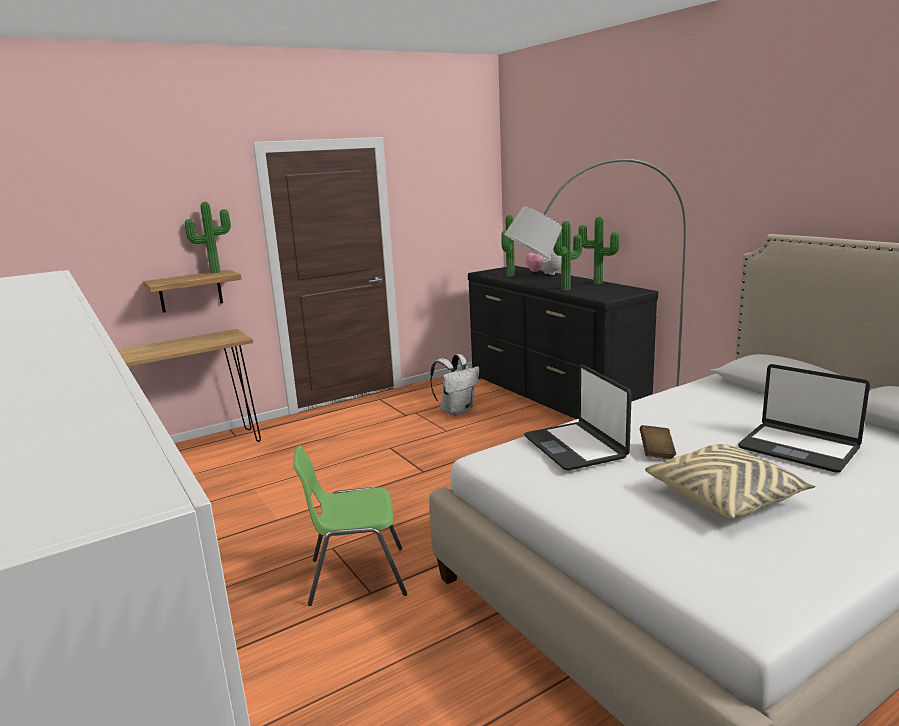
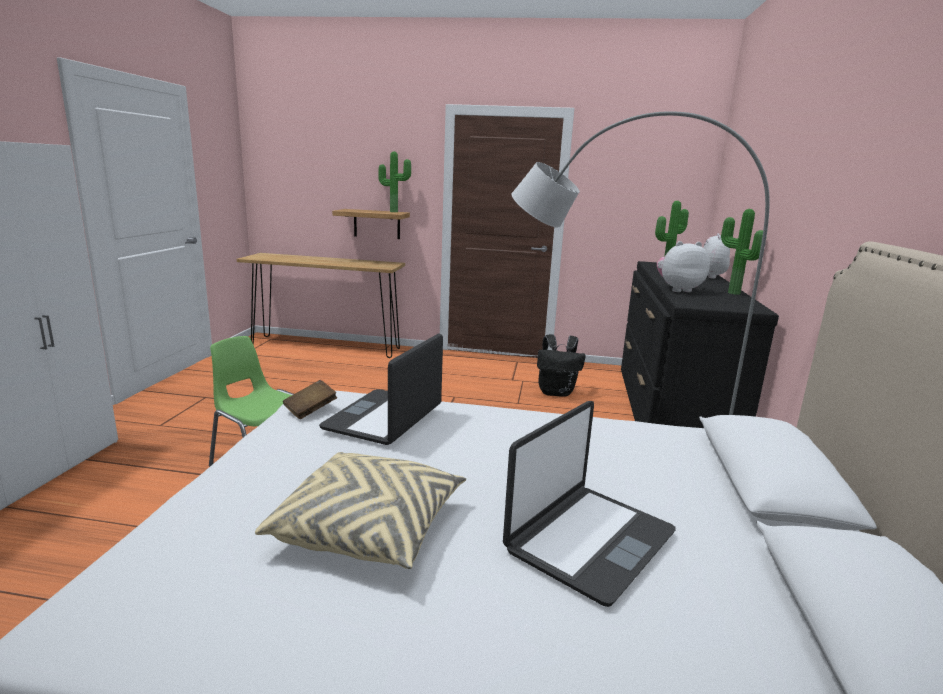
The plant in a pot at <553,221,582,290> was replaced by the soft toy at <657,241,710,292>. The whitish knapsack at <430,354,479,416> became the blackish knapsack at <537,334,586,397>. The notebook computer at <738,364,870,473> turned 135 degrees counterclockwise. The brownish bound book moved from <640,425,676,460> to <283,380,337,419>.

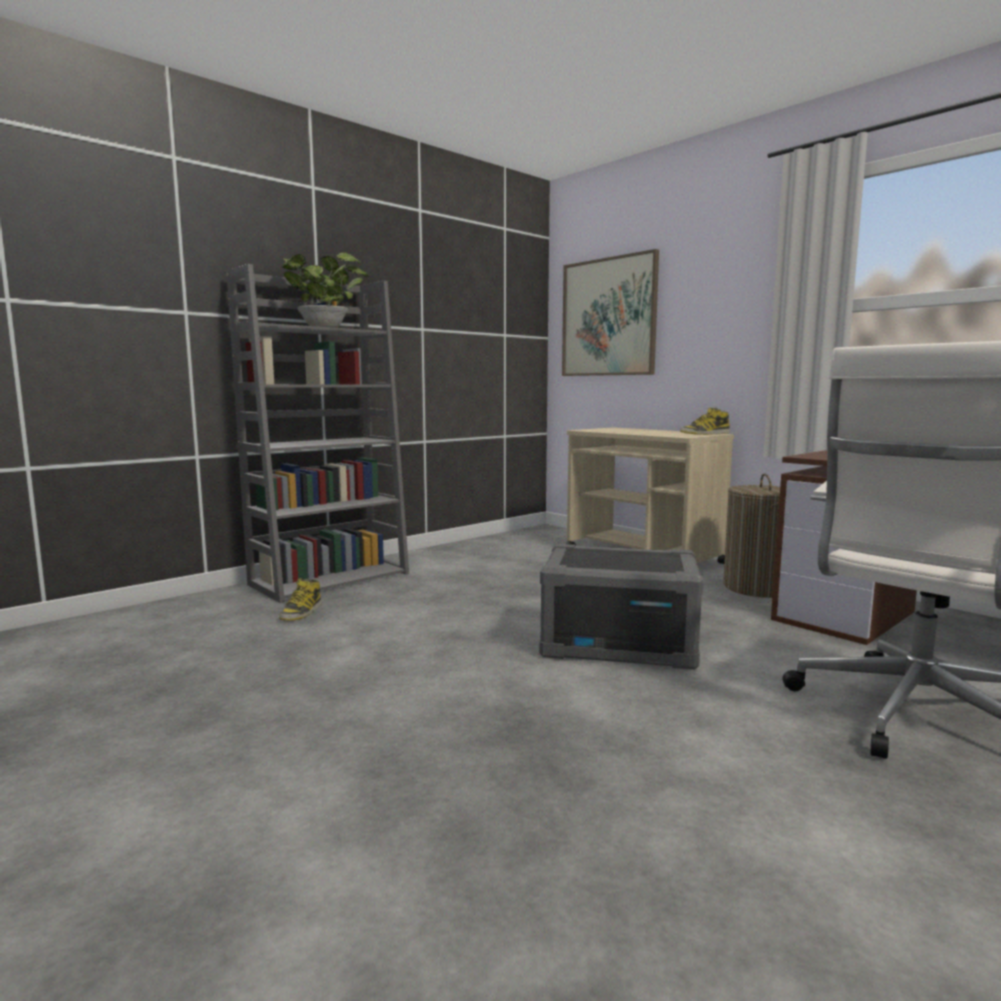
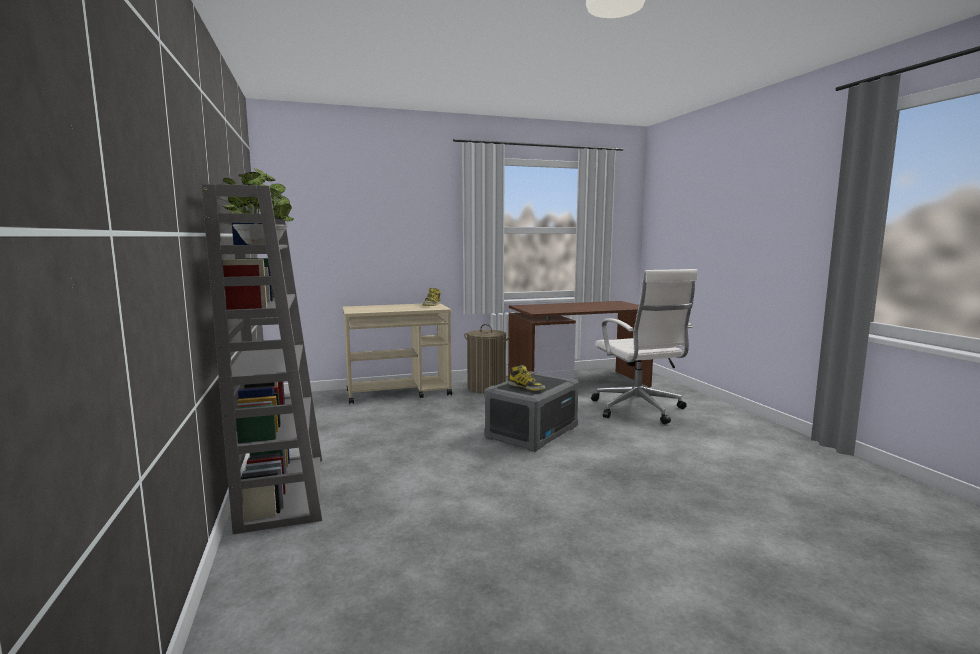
The wall art at <562,249,659,376> disappeared. The boot moved from <279,578,322,621> to <509,365,545,391>.

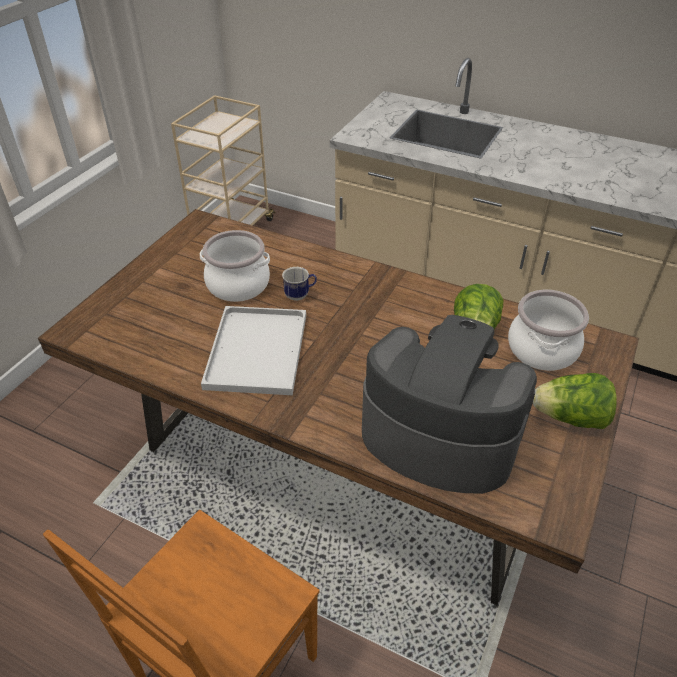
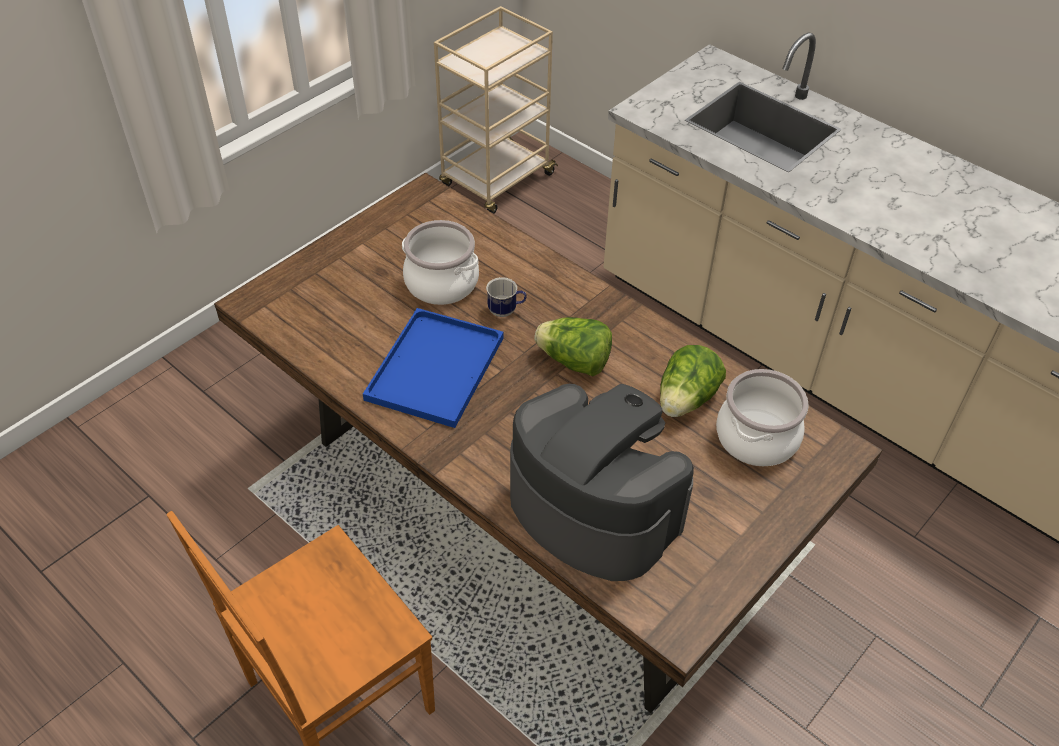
The whitish serving tray at <201,306,306,395> became the blue-coloured serving tray at <363,308,504,428>. The lettuce head moved from <533,373,616,429> to <534,317,612,377>.

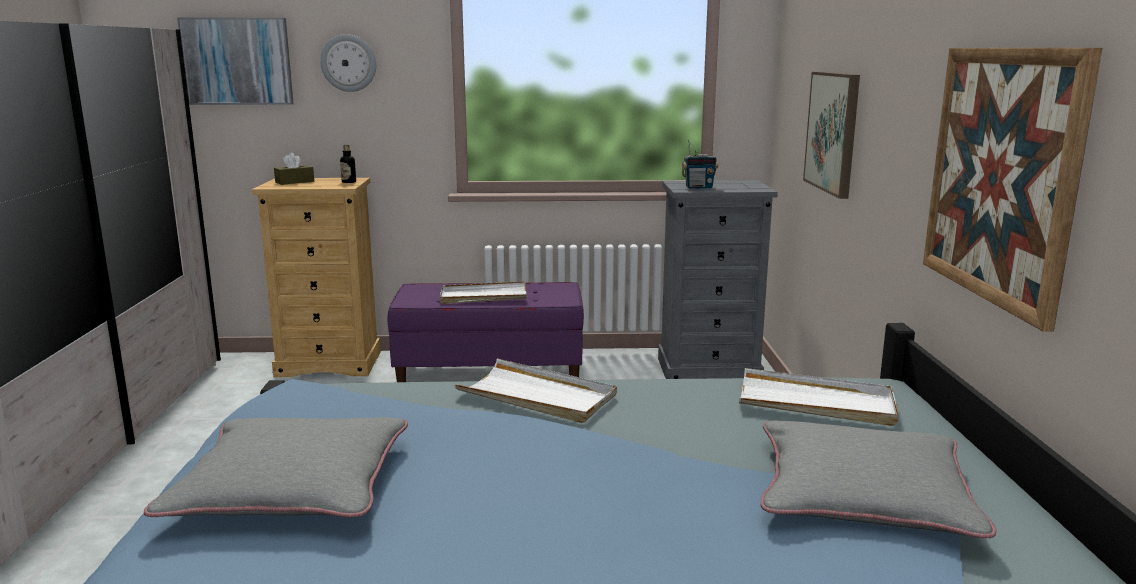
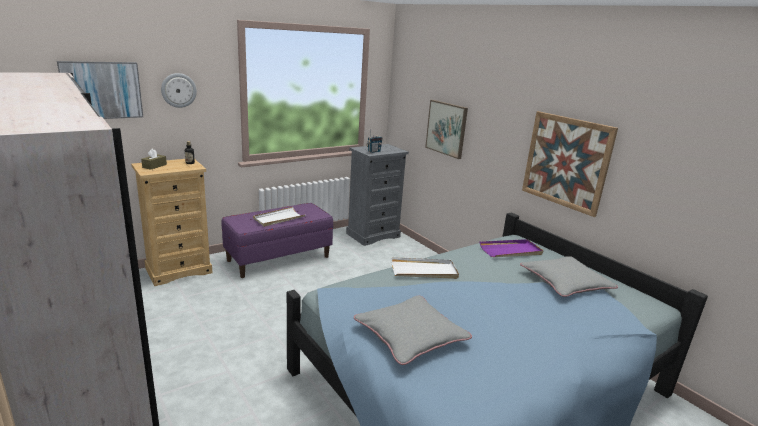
The whitish serving tray at <739,368,898,426> became the purplish serving tray at <480,239,544,257>.

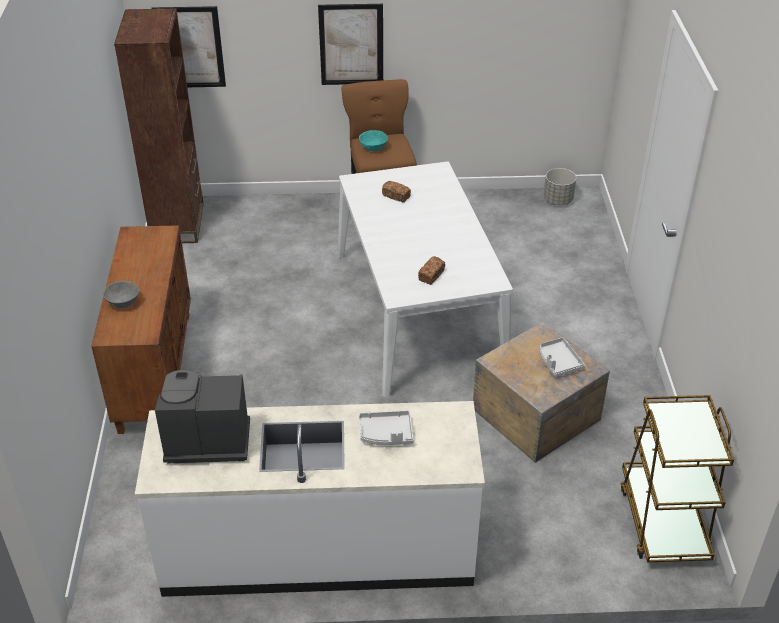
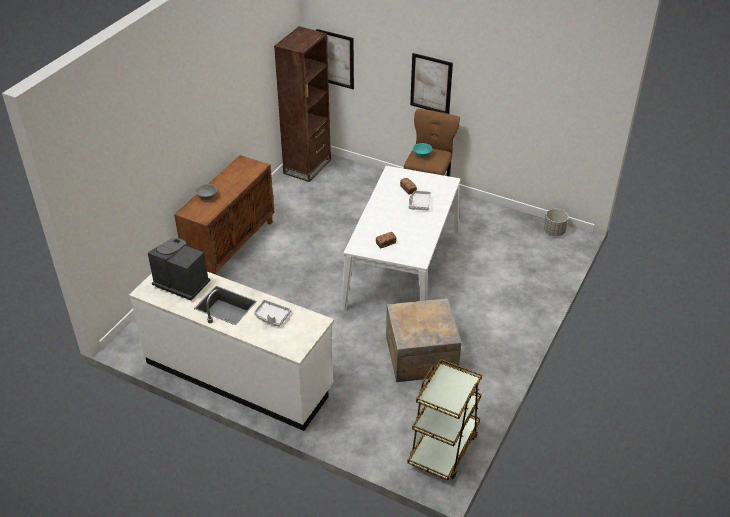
The greyish serving tray moved from <540,337,585,377> to <408,191,431,210>.

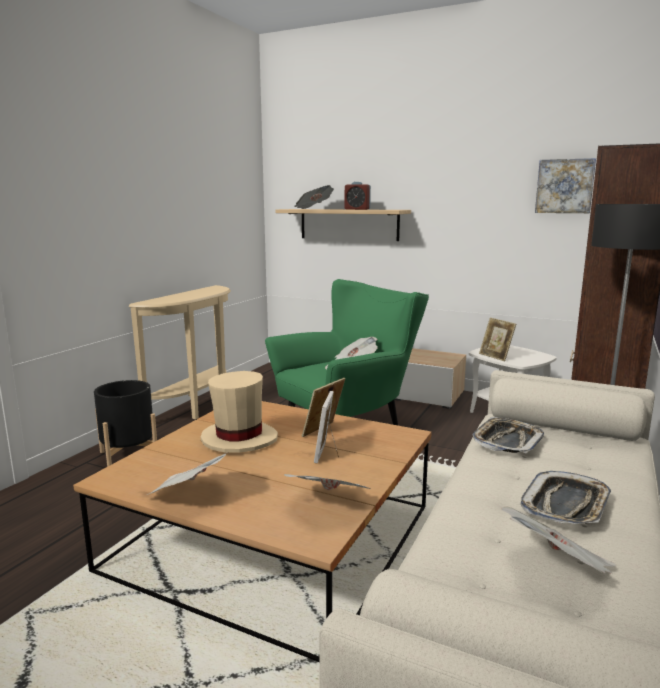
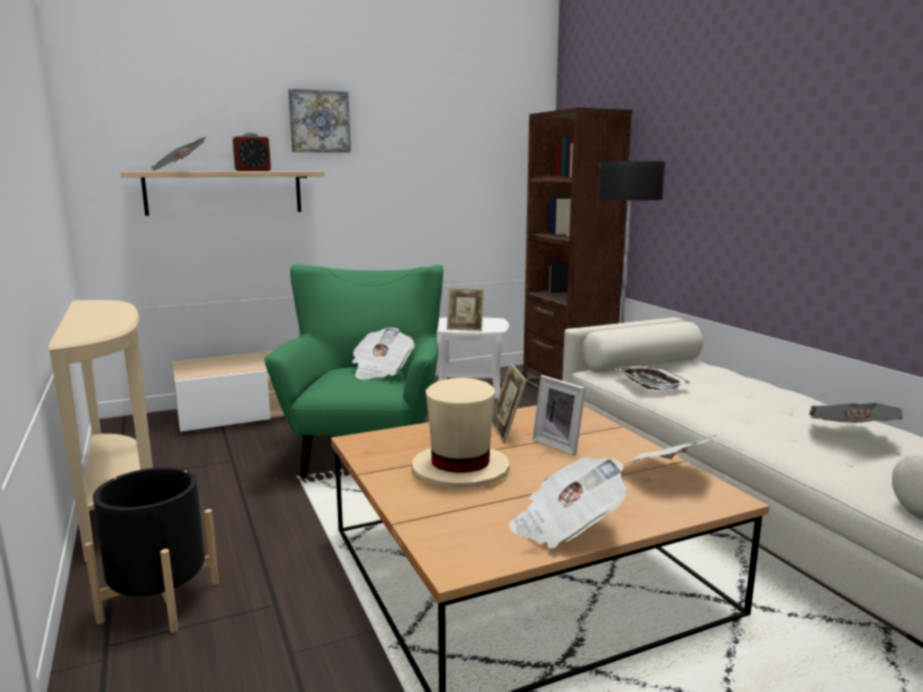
The wall art moved from <535,158,596,213> to <288,89,351,153>. The serving tray at <521,471,611,524> disappeared.

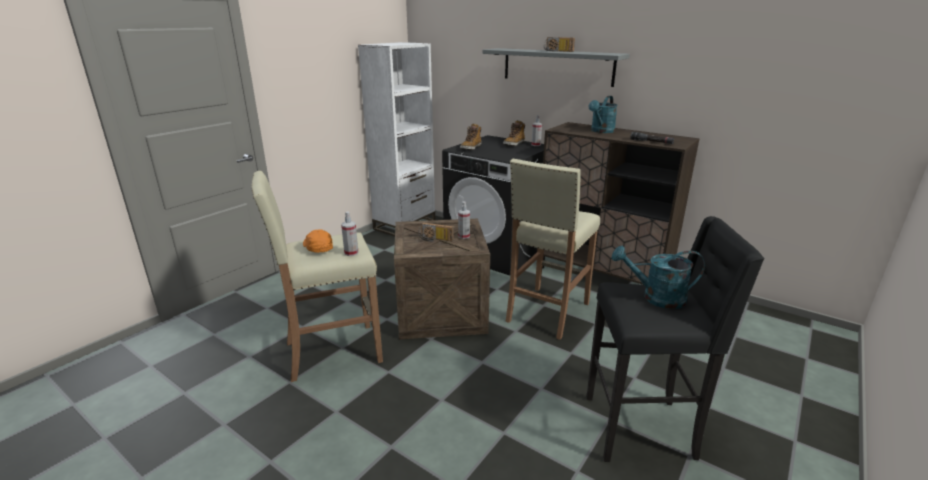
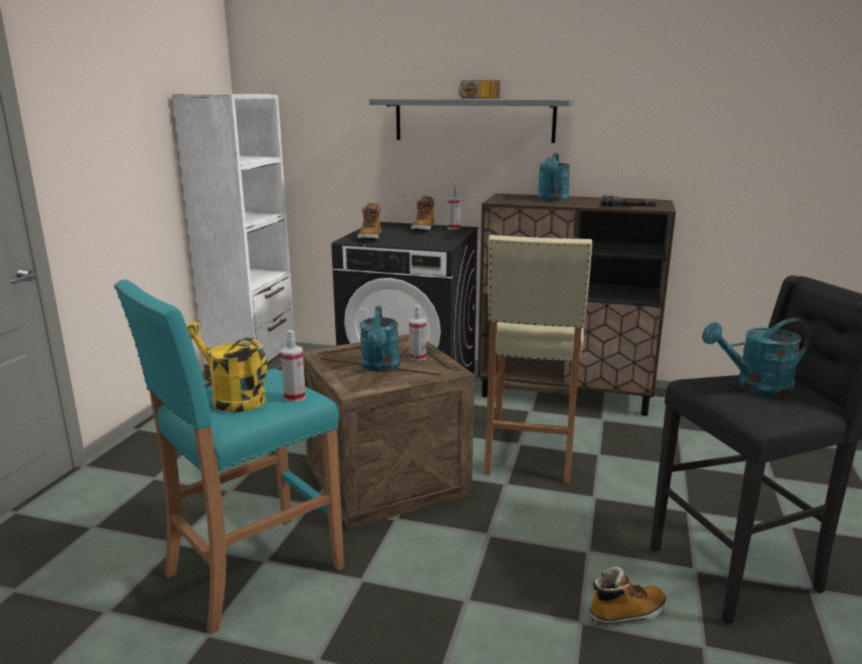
The beige stool seat at <252,171,383,382> became the turquoise-coloured stool seat at <114,279,344,634>. The radio receiver at <418,223,454,242> was replaced by the turquoise-coloured watering pot at <360,306,400,372>. The orange cap at <303,230,333,253> was replaced by the yellow watering pot at <186,322,267,412>. The boot at <589,566,666,626> appeared.

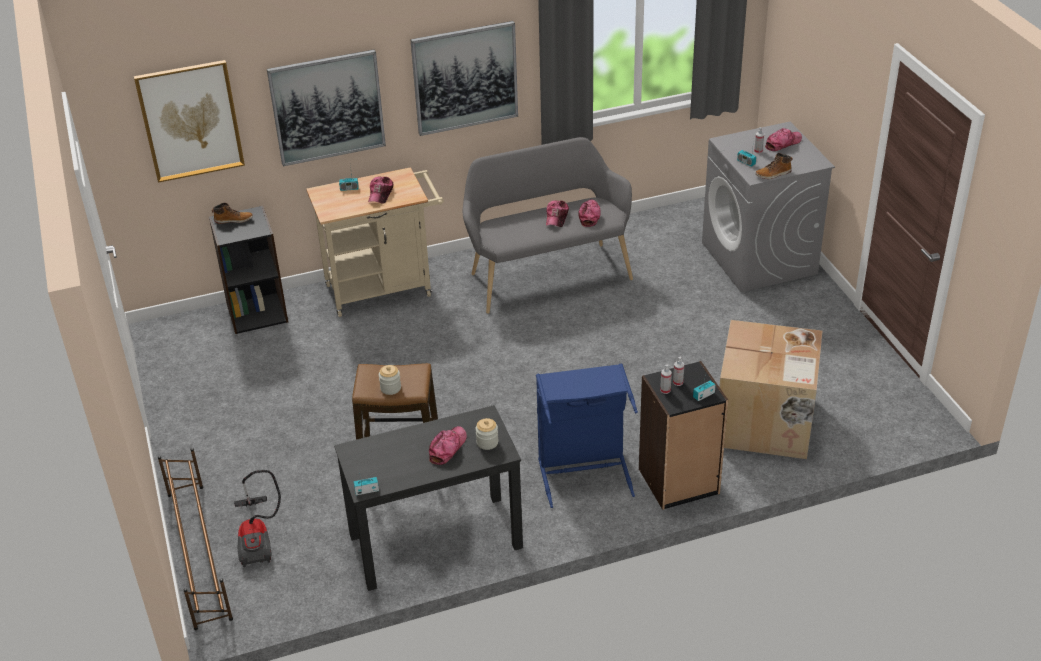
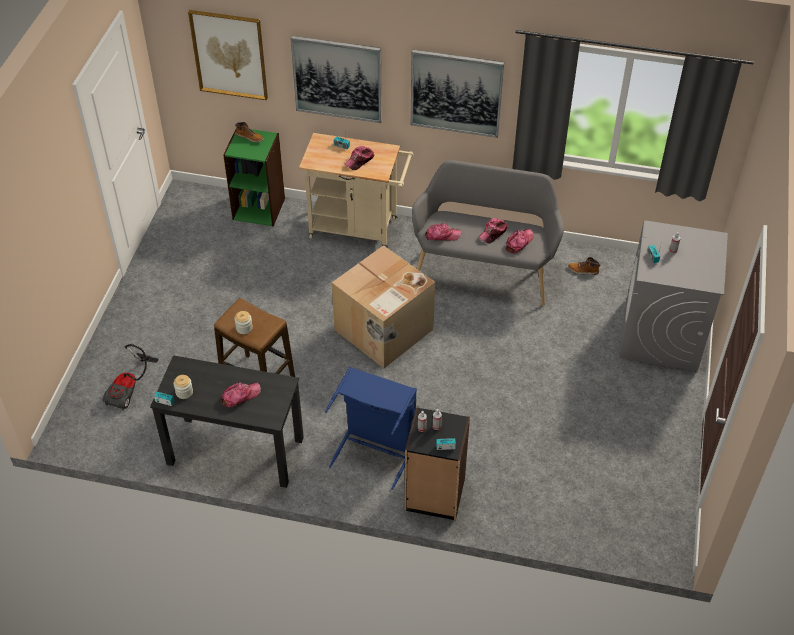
The cap moved from <765,128,802,151> to <425,223,461,241>. The boot moved from <755,153,793,179> to <568,257,601,275>. The blackish bookcase at <209,206,288,334> became the green bookcase at <223,129,285,227>. The packing box moved from <719,320,822,459> to <332,245,435,368>. The preserve jar moved from <475,418,499,450> to <174,375,193,399>. The brownish shoe stand at <158,448,233,630> disappeared.

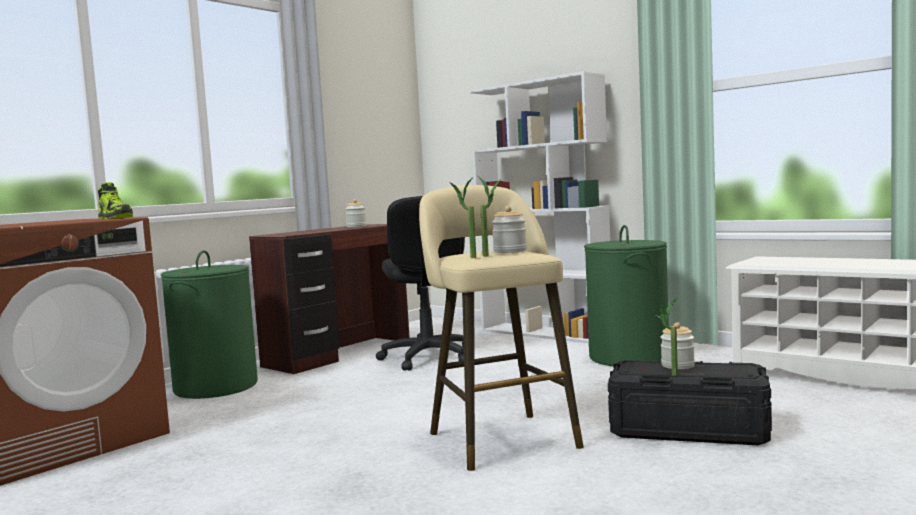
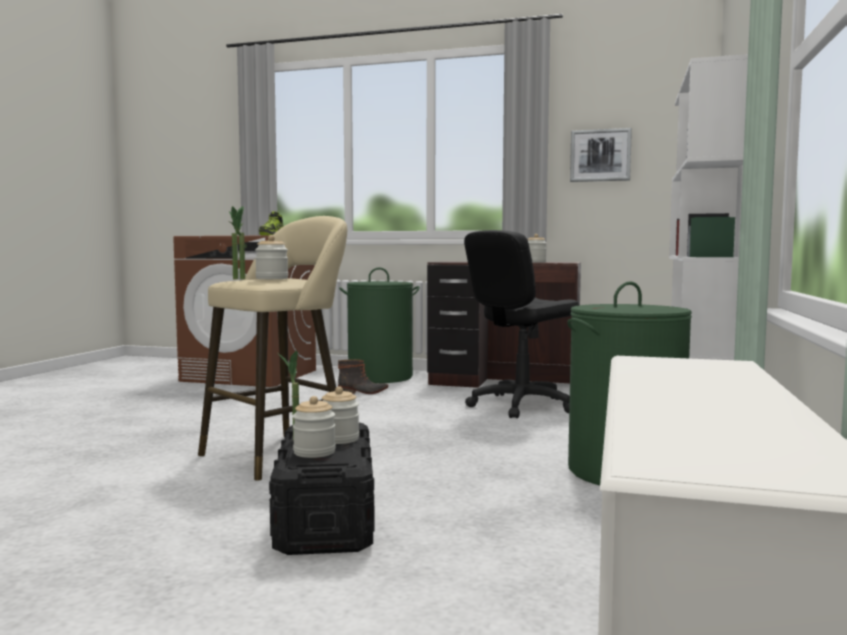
The wall art at <570,128,632,182> appeared. The boot at <338,359,388,394> appeared. The preserve jar at <293,396,336,458> appeared.

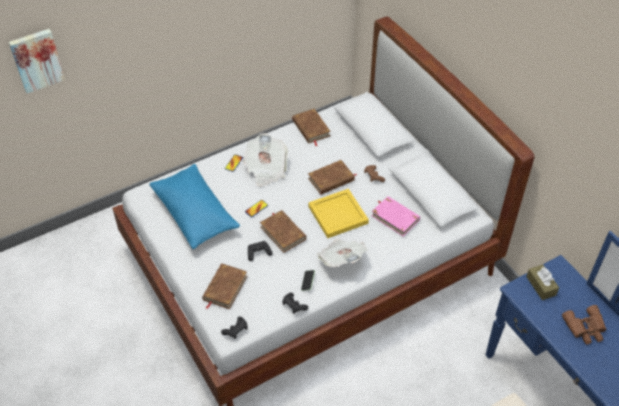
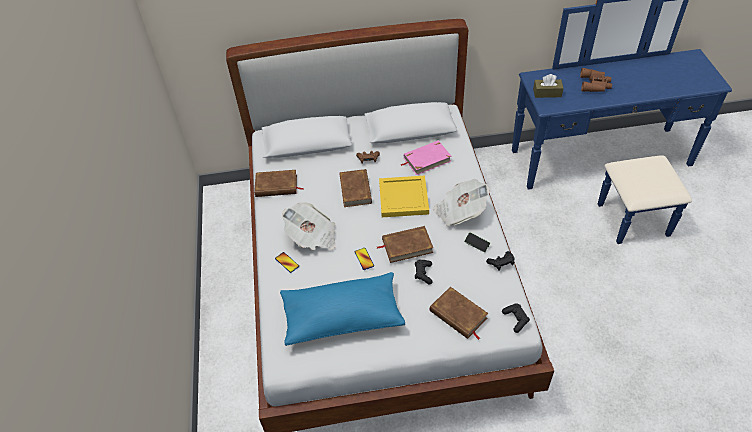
The wall art at <9,29,65,93> disappeared.

